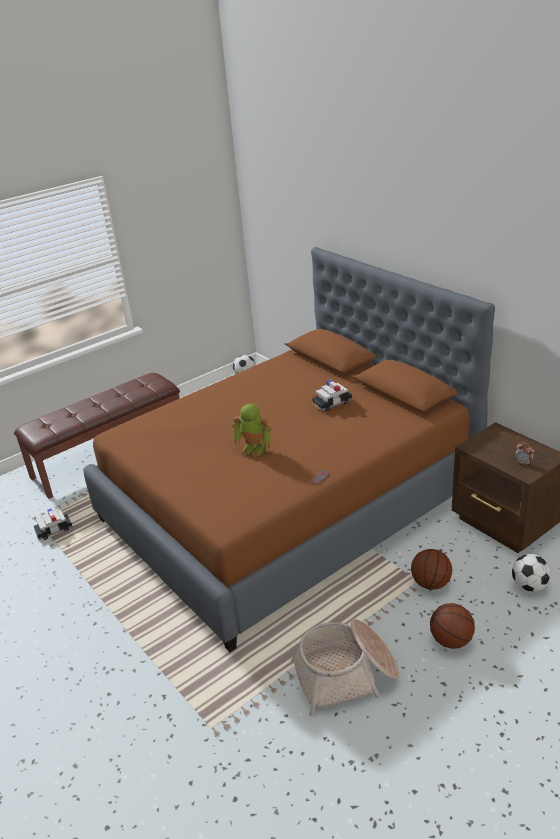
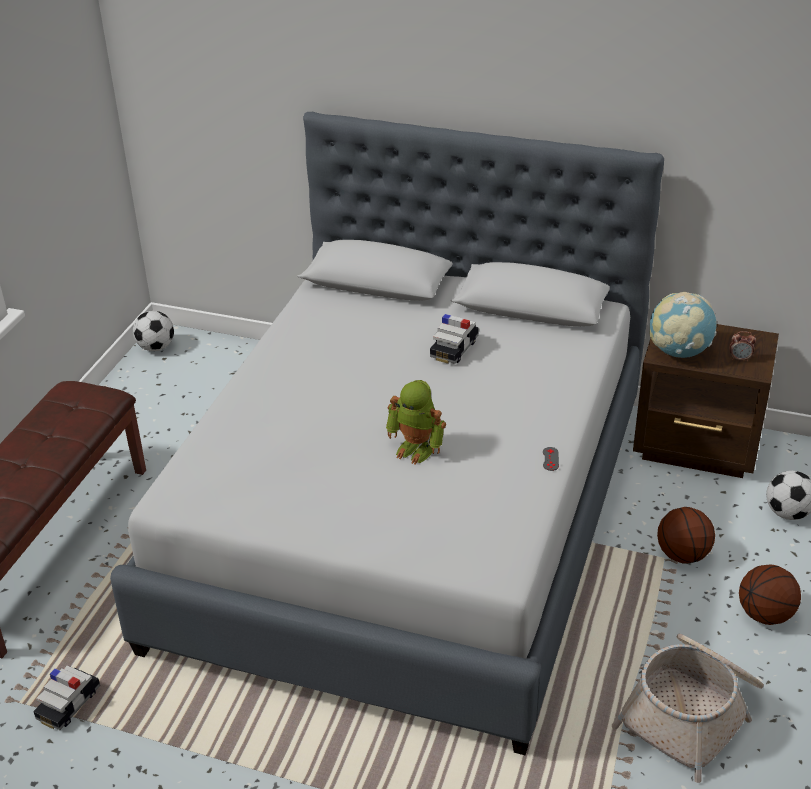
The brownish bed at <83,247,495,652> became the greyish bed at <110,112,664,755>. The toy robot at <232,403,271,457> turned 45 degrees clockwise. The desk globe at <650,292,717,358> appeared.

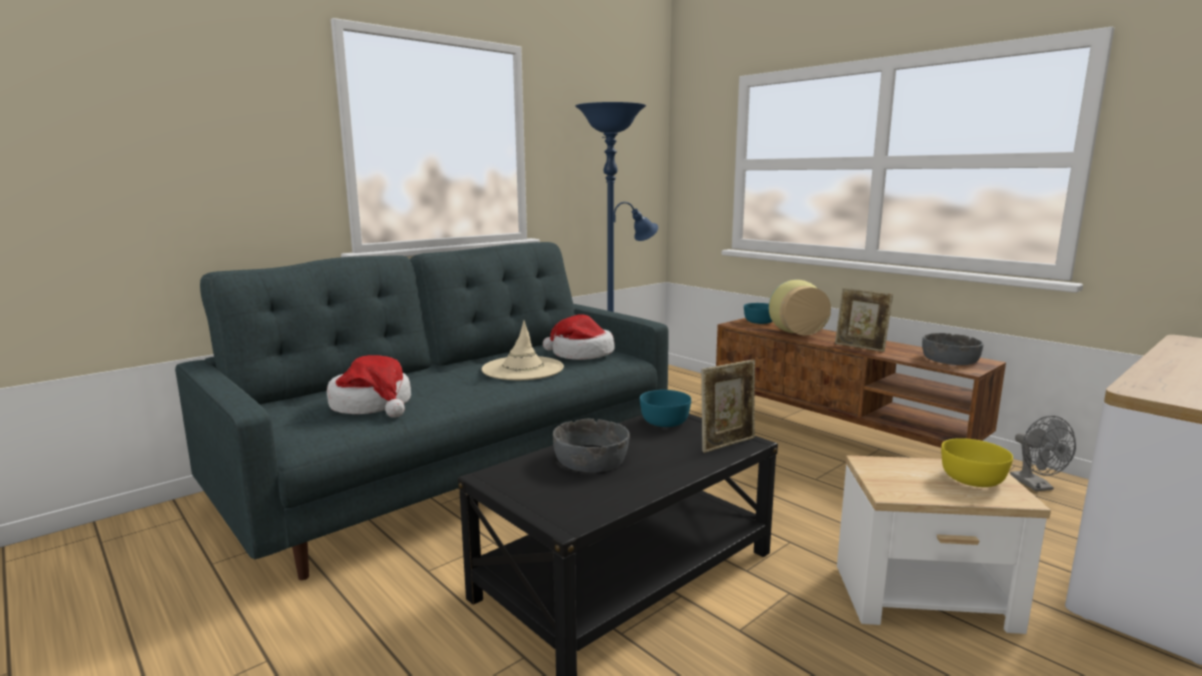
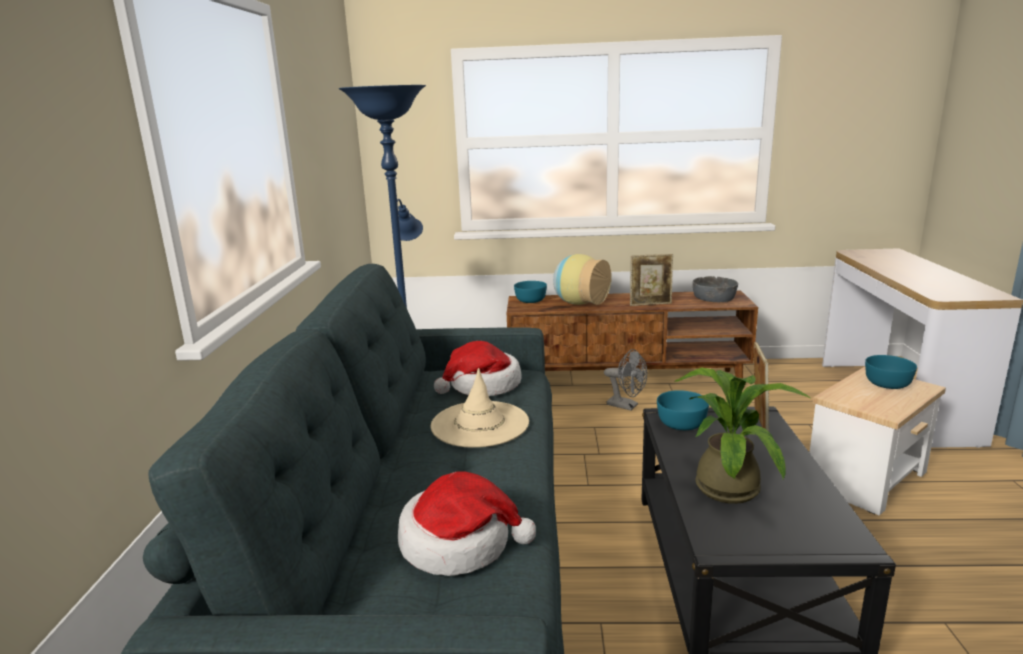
The greyish cooling fan moved from <1010,416,1076,491> to <604,349,647,410>. The greyish serving bowl at <553,419,630,472> was replaced by the plant in a pot at <675,367,810,504>. The yellow serving bowl at <941,438,1013,487> became the turquoise-coloured serving bowl at <865,355,917,389>.

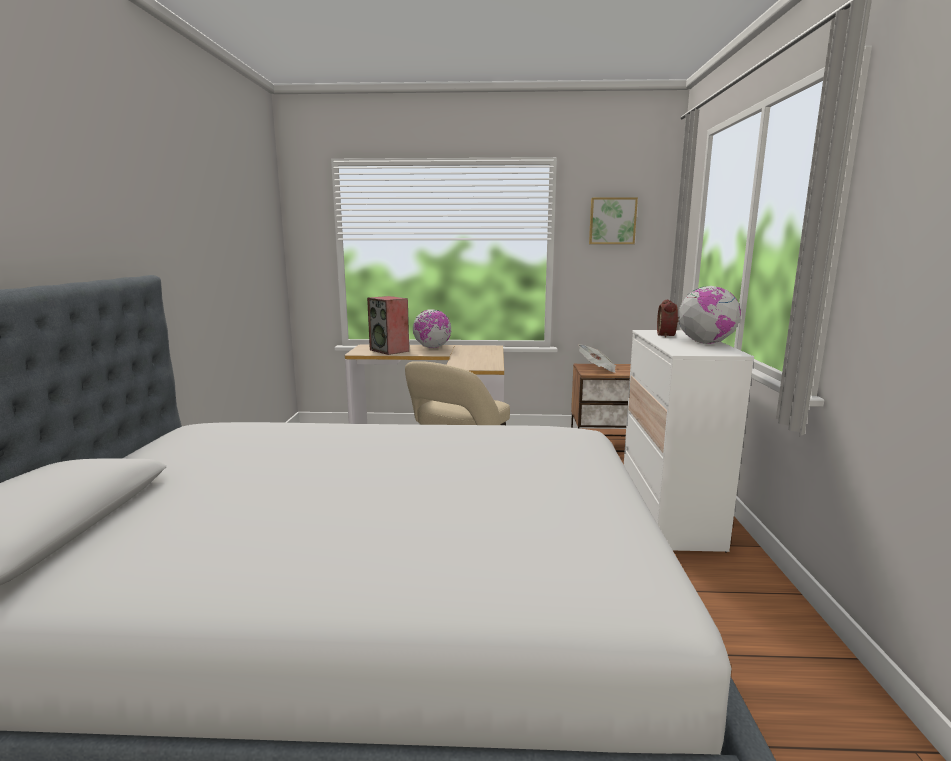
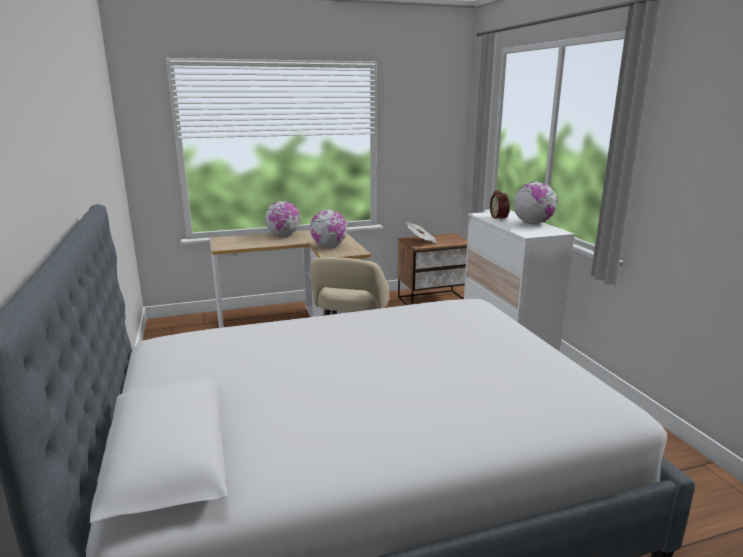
The wall art at <589,197,638,244> disappeared. The audio speaker at <367,296,409,355> disappeared. The desk globe at <310,210,348,247> appeared.

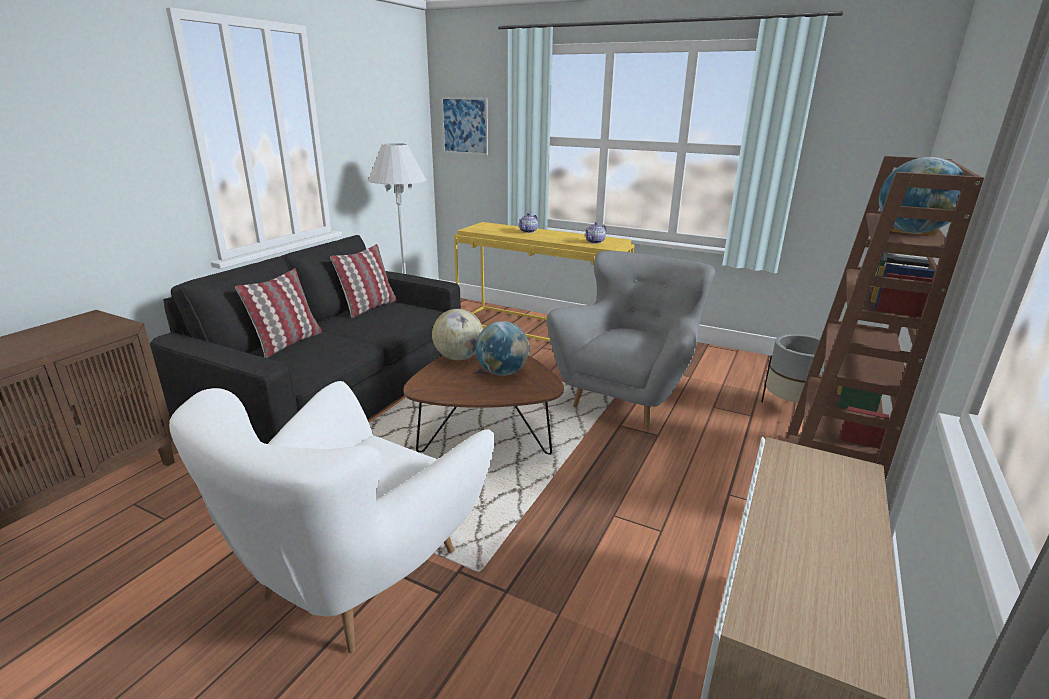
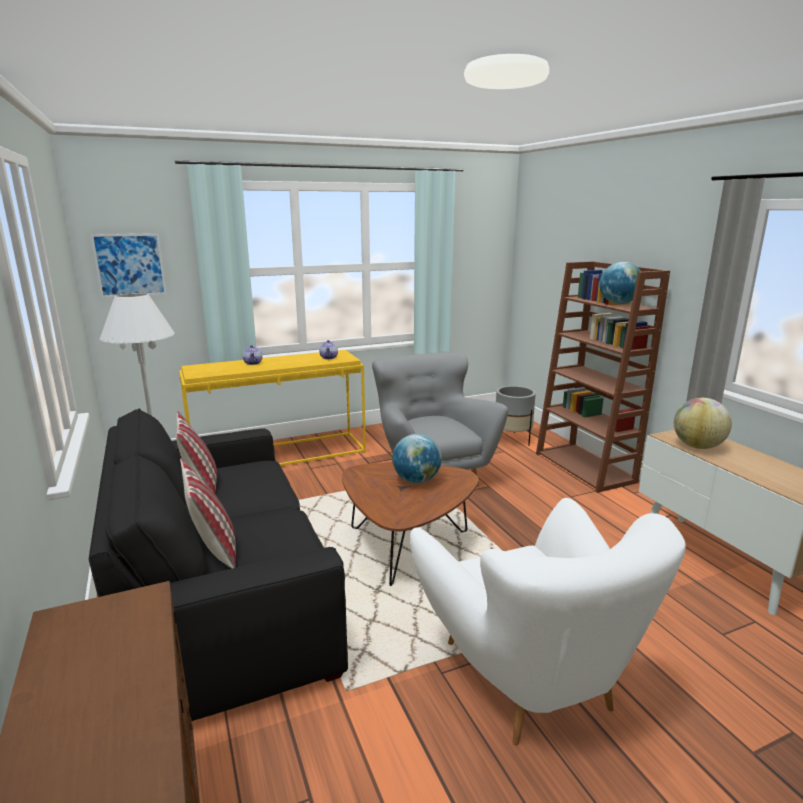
The desk globe moved from <432,309,483,360> to <674,398,732,449>.

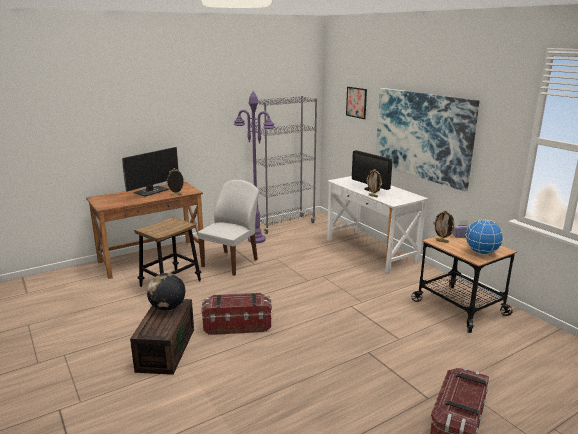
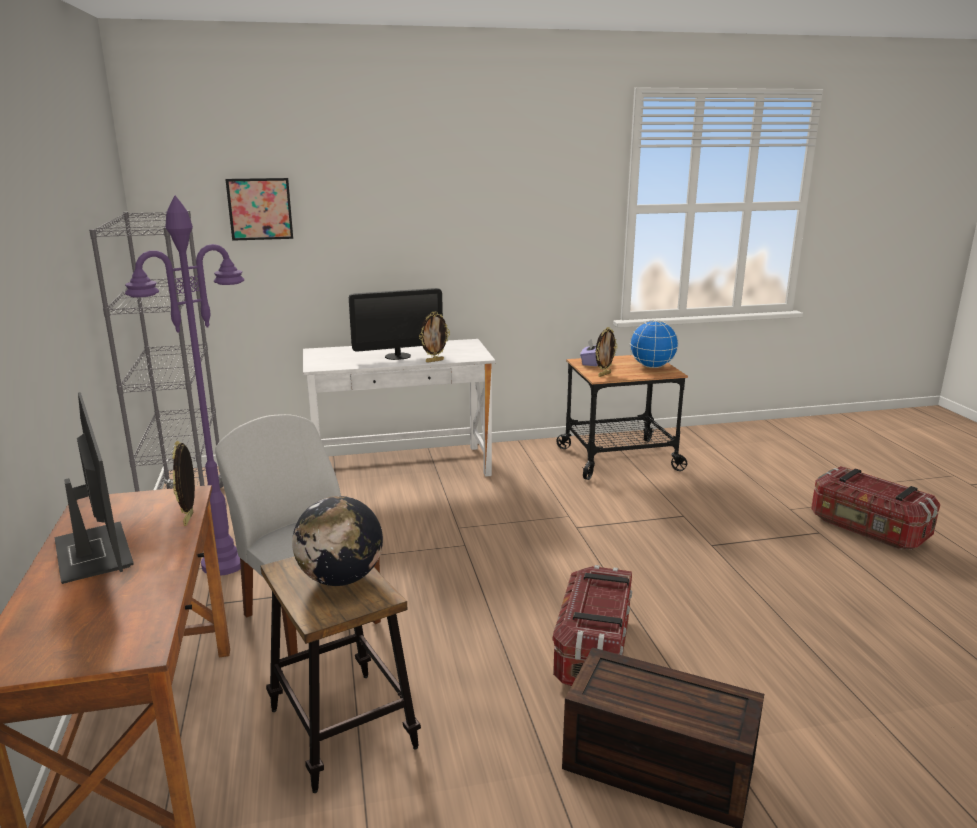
The wall art at <376,88,480,191> disappeared. The desk globe moved from <147,273,185,311> to <292,496,383,586>.

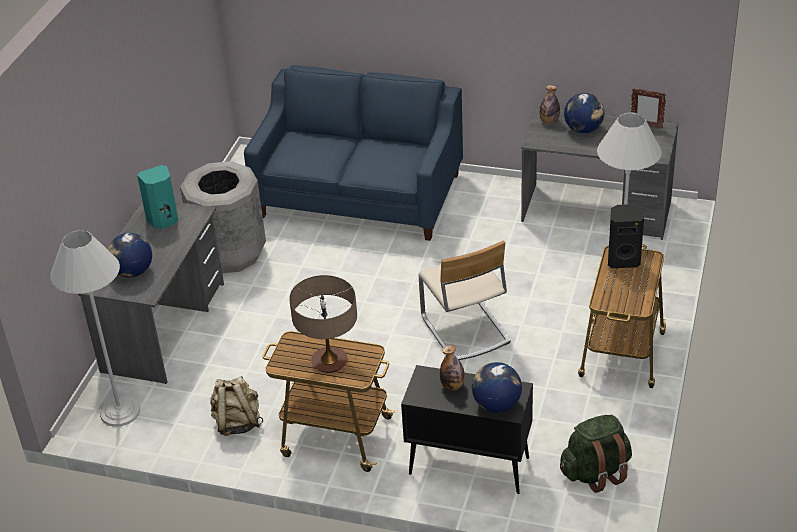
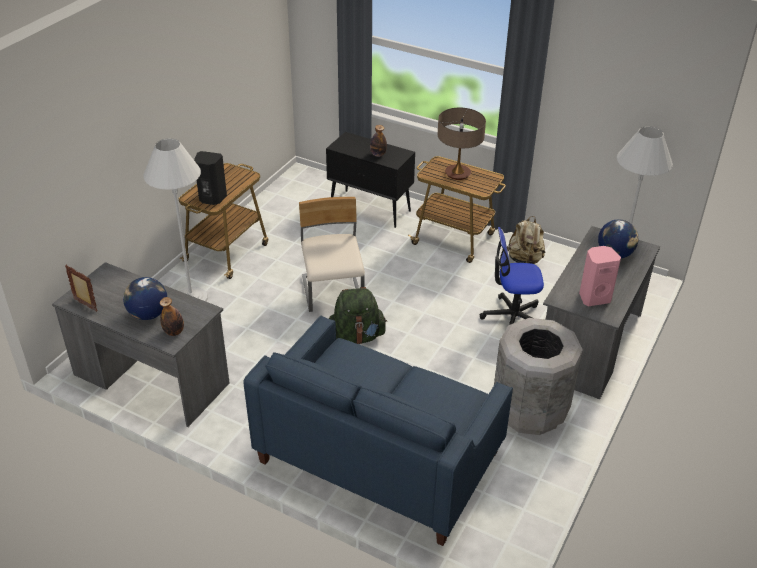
The turquoise-coloured audio speaker at <137,165,179,229> became the pink-coloured audio speaker at <579,246,621,306>. The desk globe at <472,362,522,413> disappeared. The green knapsack moved from <560,415,632,493> to <329,287,387,344>. The computer chair at <480,227,544,325> appeared.

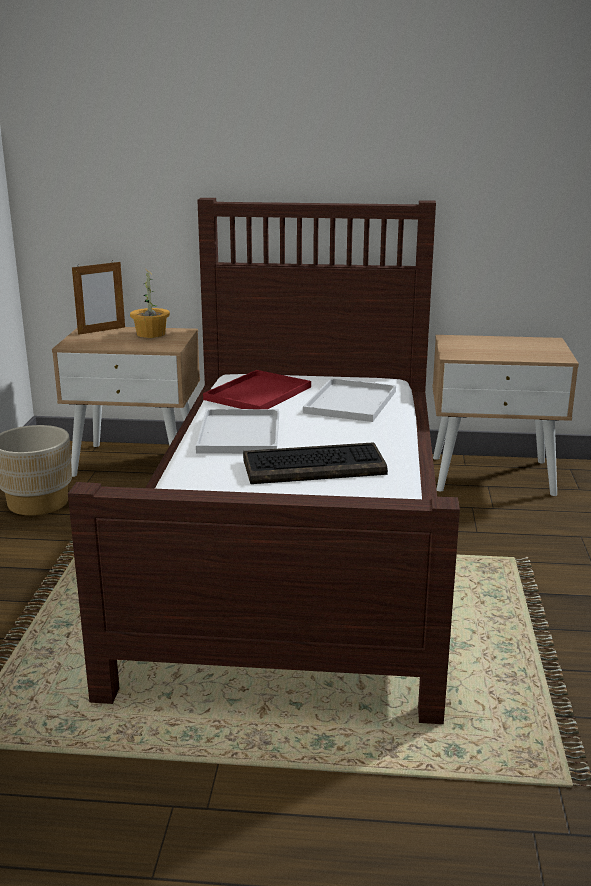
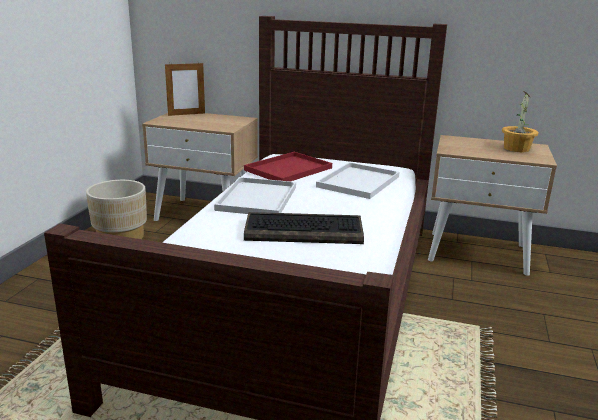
The plant in a pot moved from <130,269,170,338> to <502,92,539,152>.

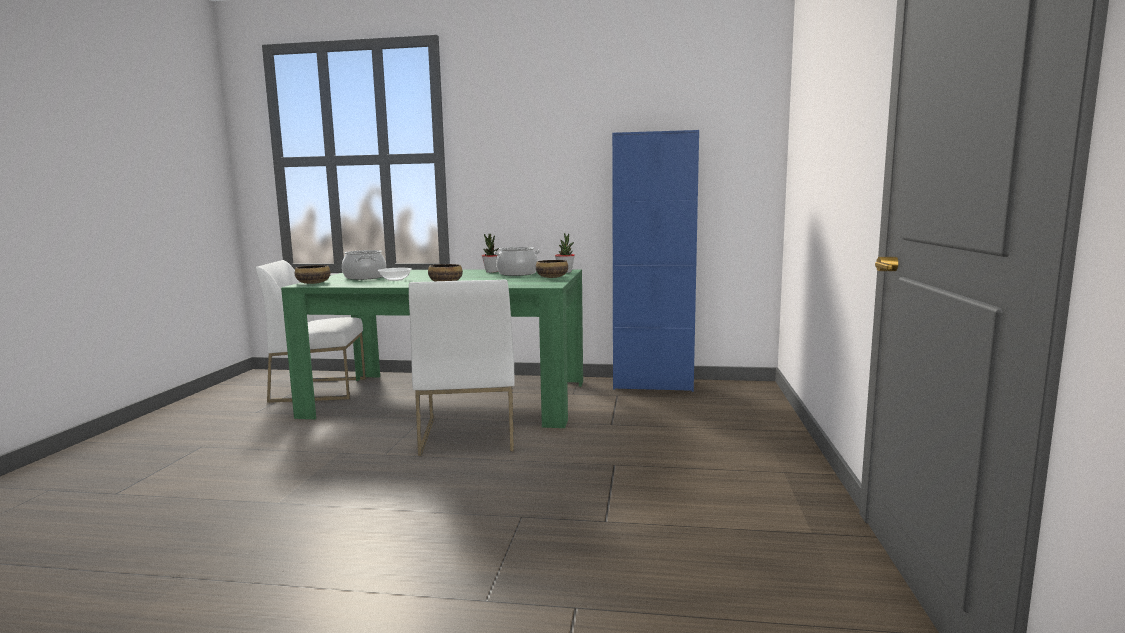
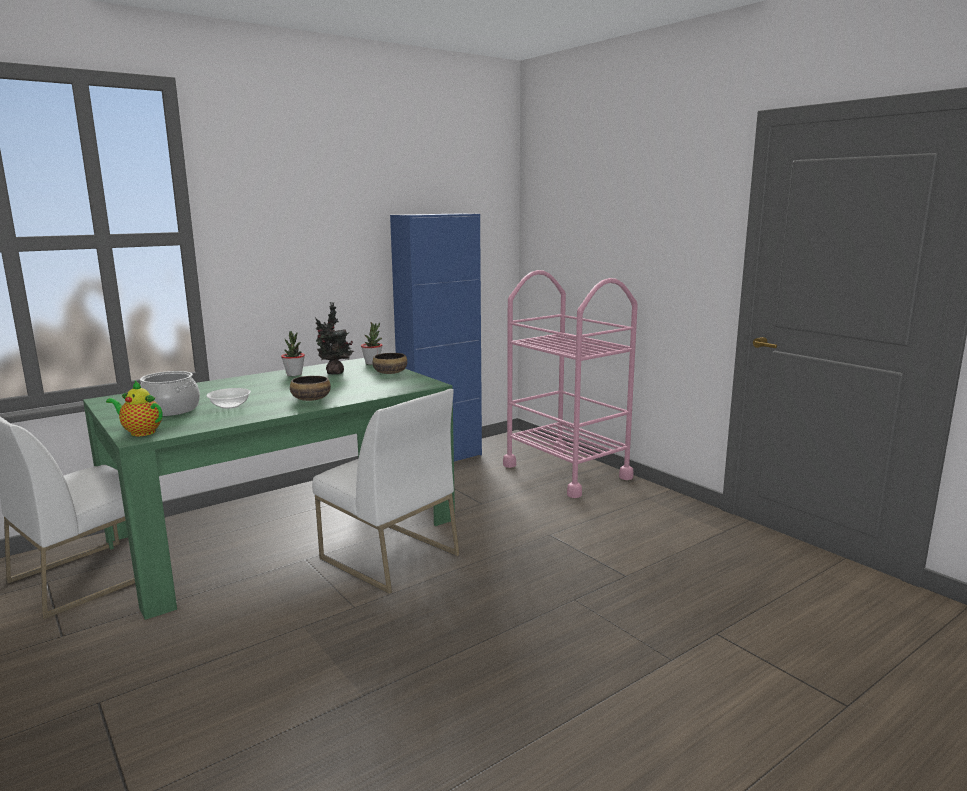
The stockpot at <493,247,540,276> was replaced by the plant in a pot at <315,302,355,374>. The serving bowl at <295,265,330,284> was replaced by the pot for tea at <106,381,163,436>. The pink-coloured wheeled cart at <503,270,638,498> appeared.

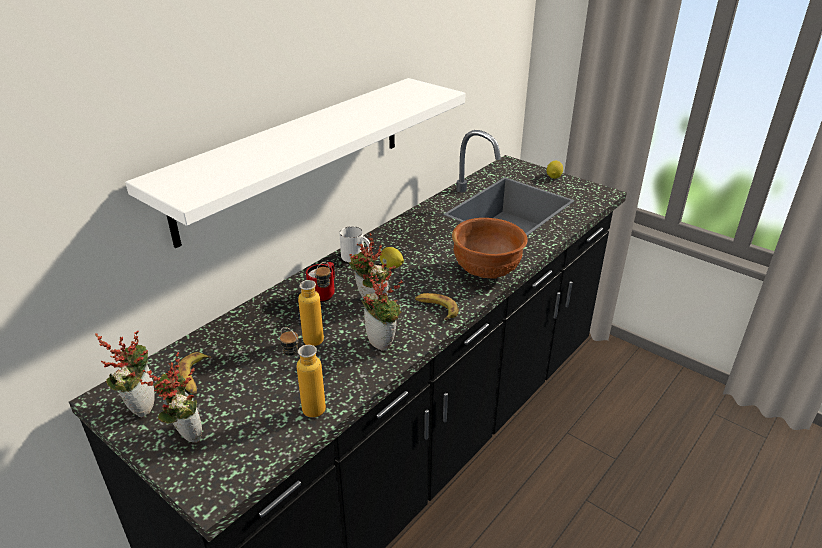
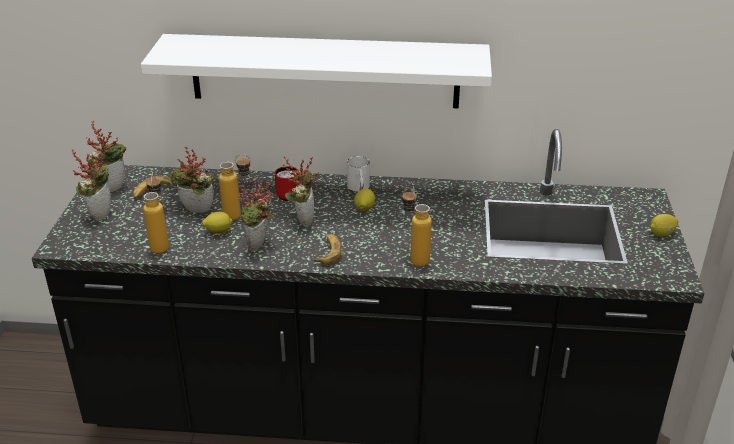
The brownish serving bowl at <452,218,528,279> was replaced by the drink bottle at <402,187,432,266>. The plant in a pot at <170,146,214,213> appeared. The lemon at <202,212,233,234> appeared.

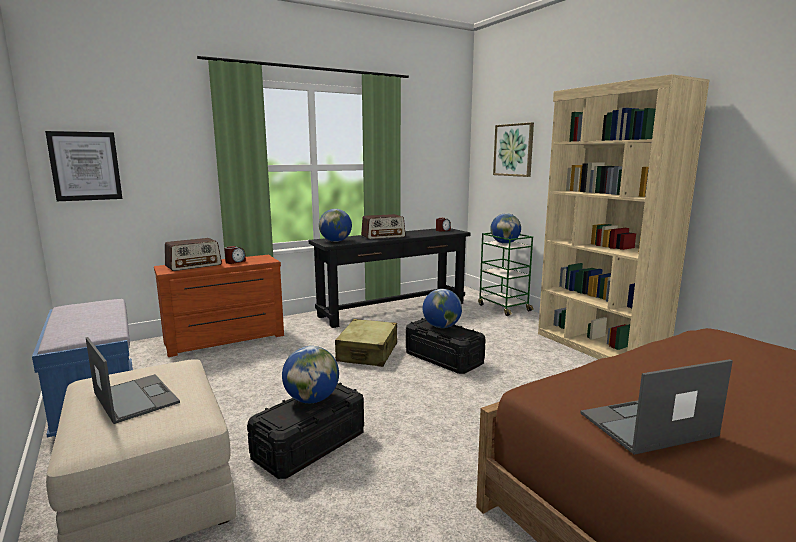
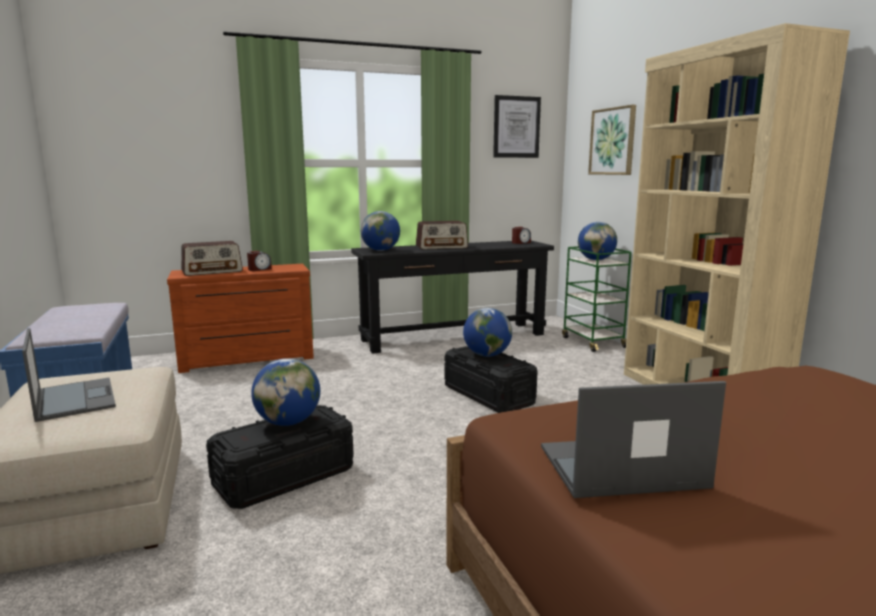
The wall art moved from <45,131,122,201> to <493,95,541,158>. The beige piece of luggage at <335,319,397,367> disappeared.

